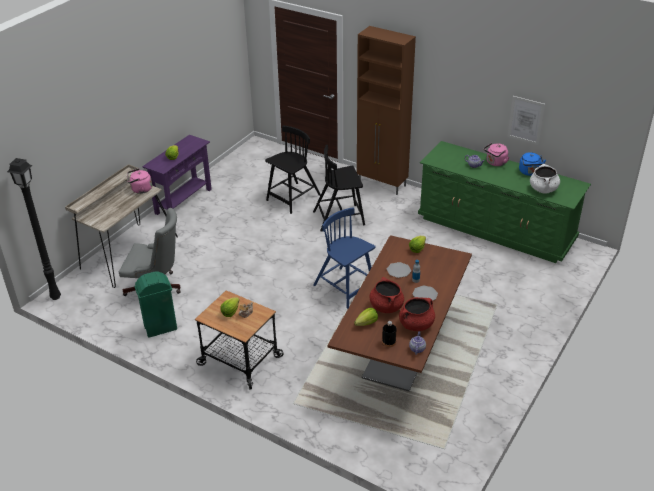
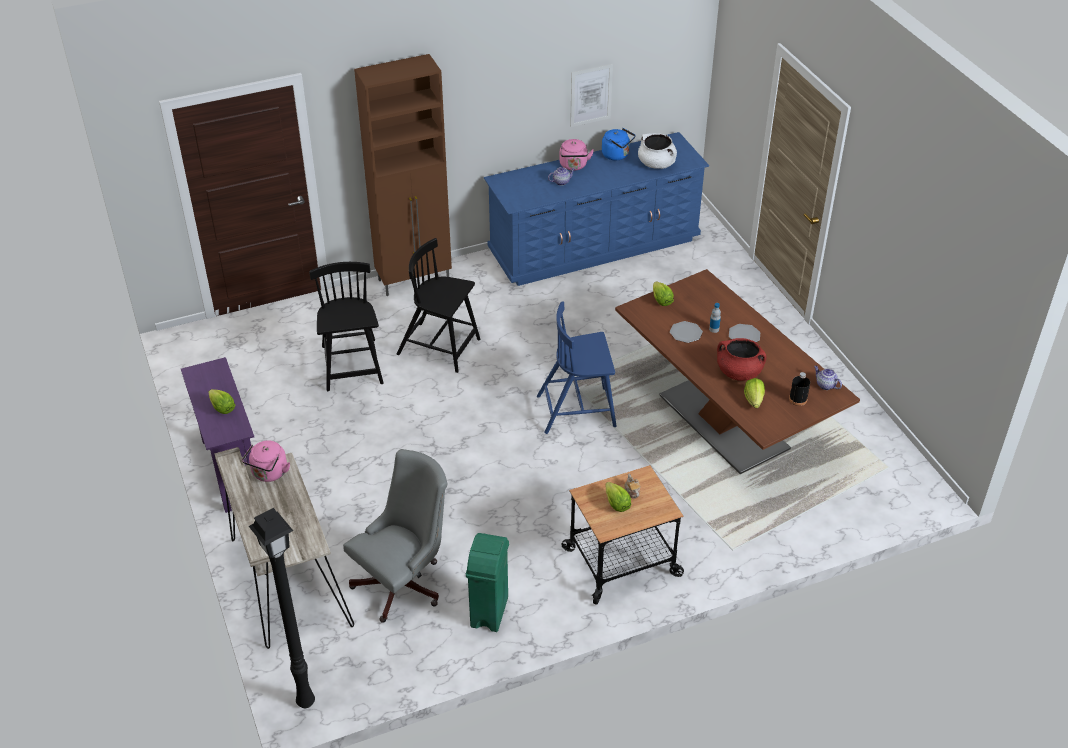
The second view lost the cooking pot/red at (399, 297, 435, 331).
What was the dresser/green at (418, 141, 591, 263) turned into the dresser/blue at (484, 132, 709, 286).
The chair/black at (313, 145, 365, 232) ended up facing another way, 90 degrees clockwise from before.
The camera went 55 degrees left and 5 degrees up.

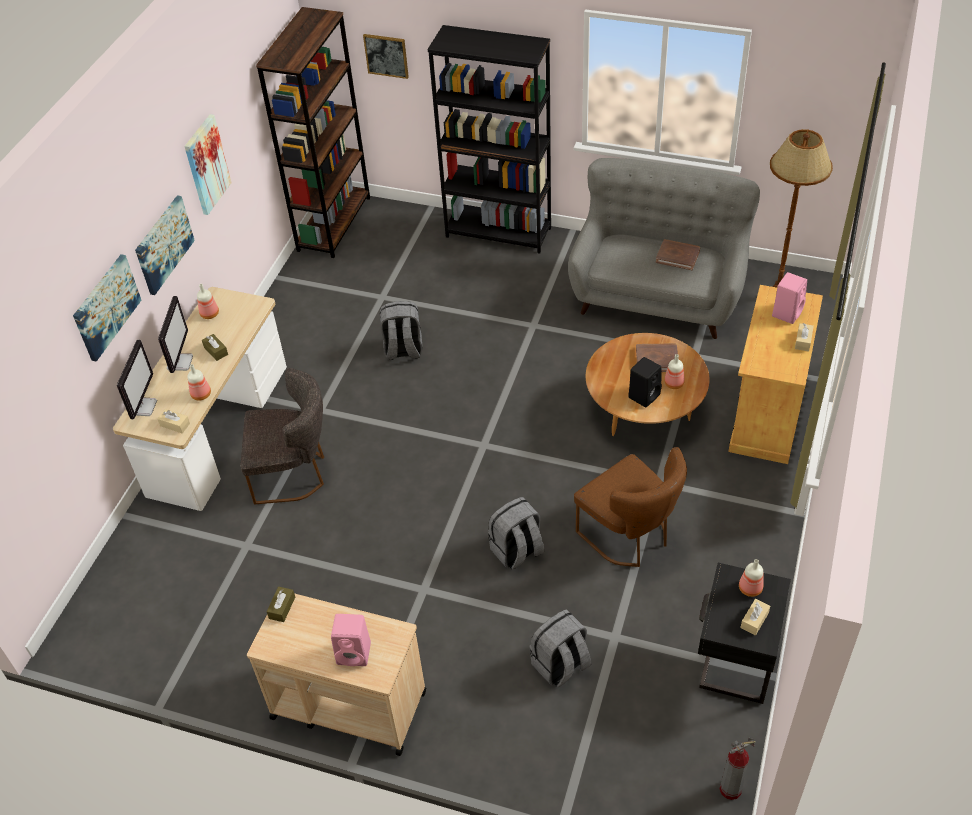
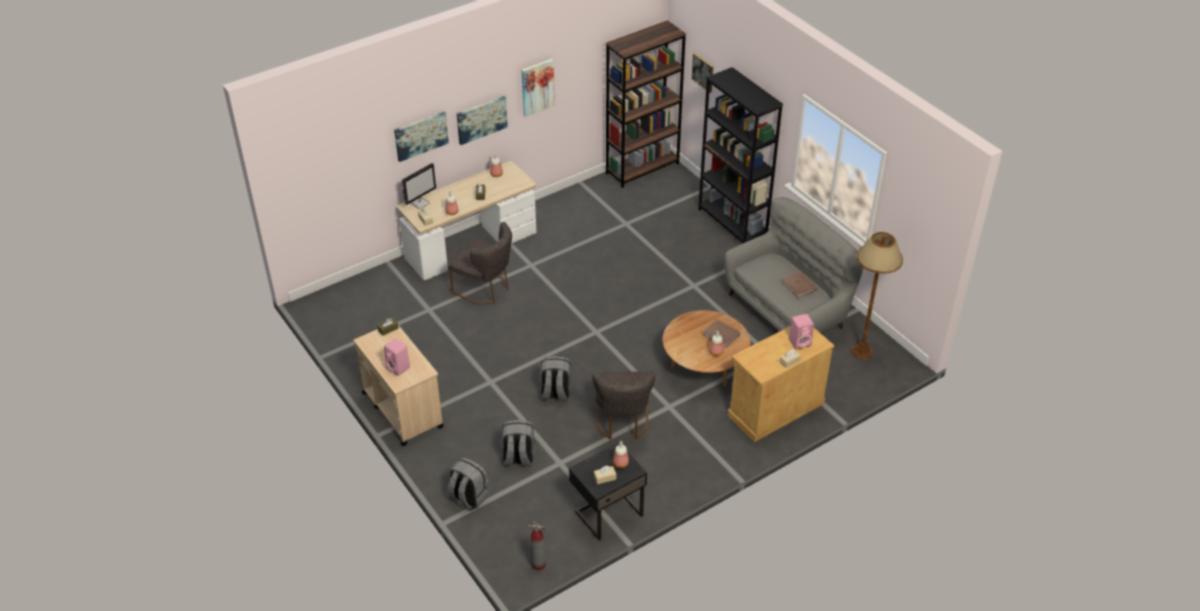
The second view lost the monitor at (158, 296, 193, 373).
The second view lost the speaker/black at (628, 357, 662, 407).
The backpack/grey ended up elsewhere, having gone from (380, 301, 422, 360) to (448, 457, 489, 511).
What was the chair/brown at (574, 447, 687, 567) turned into the chair/grey at (592, 372, 656, 440).
The camera went 35 degrees right and 5 degrees down.

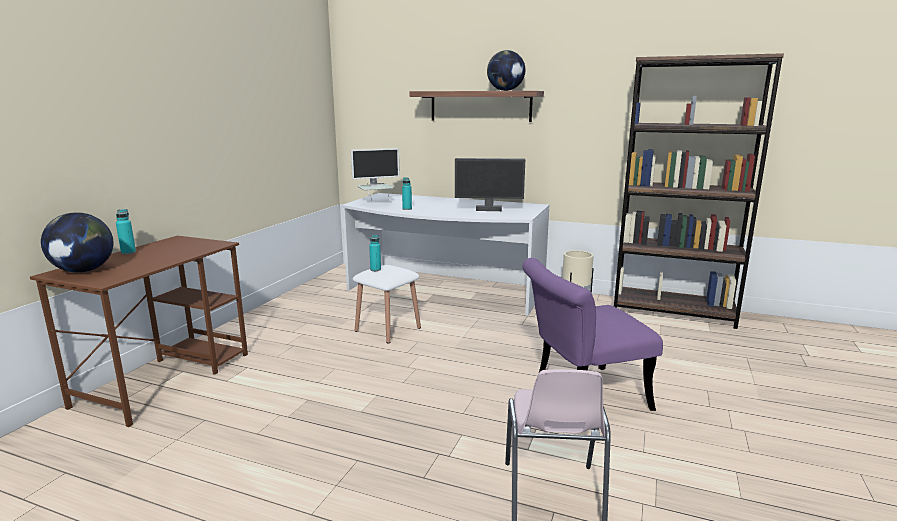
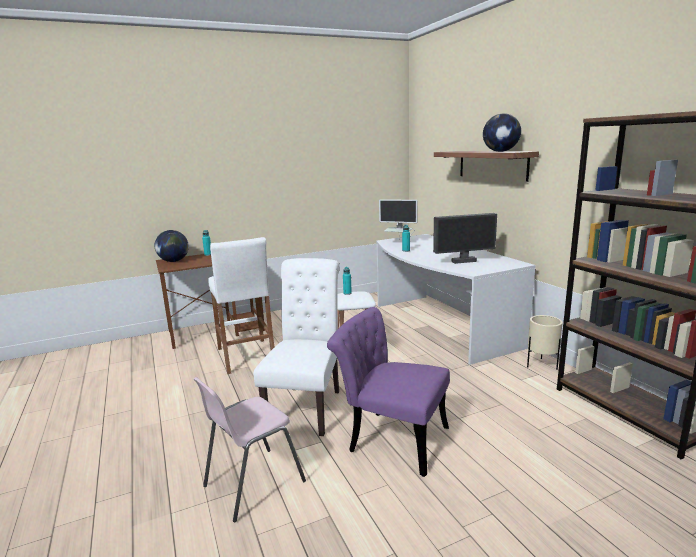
The second view gained the stool/white at (208, 237, 274, 374).
The second view gained the chair/white at (254, 258, 340, 436).
The monitor at (455, 158, 525, 211) ended up facing another way, 60 degrees counterclockwise from before.
The camera went 45 degrees right and 0 degrees up.

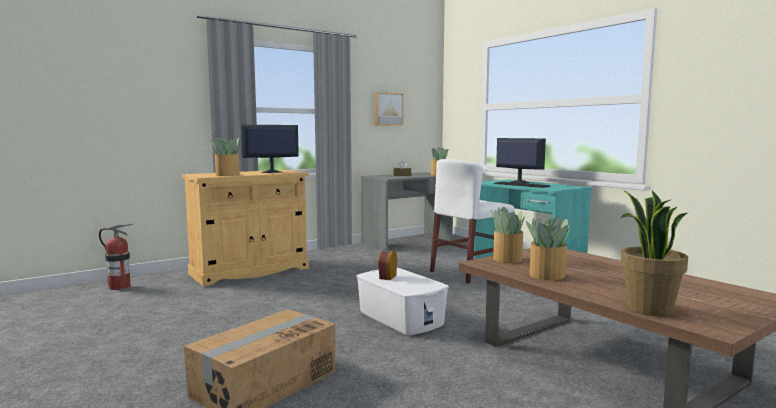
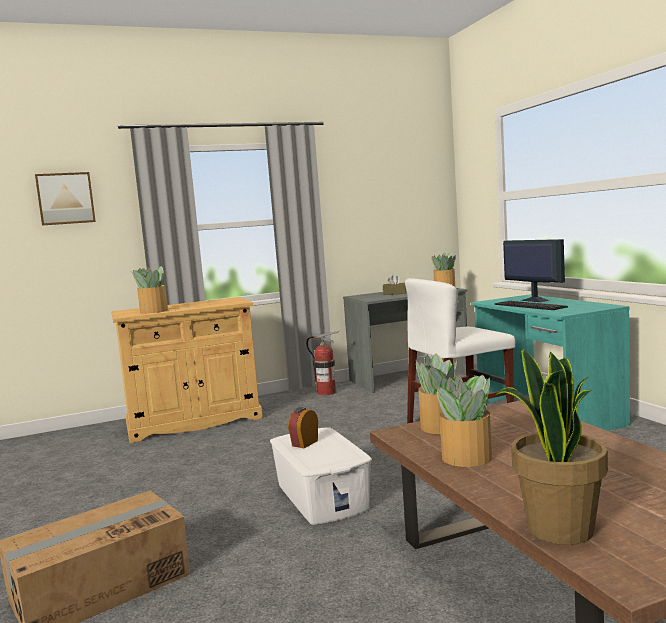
The second view lost the monitor at (241, 125, 299, 173).
The fire extinguisher ended up elsewhere, having gone from (99, 224, 133, 290) to (306, 331, 339, 396).
The picture ended up elsewhere, having gone from (375, 92, 404, 126) to (35, 172, 96, 225).
The camera went 15 degrees right and 0 degrees up.

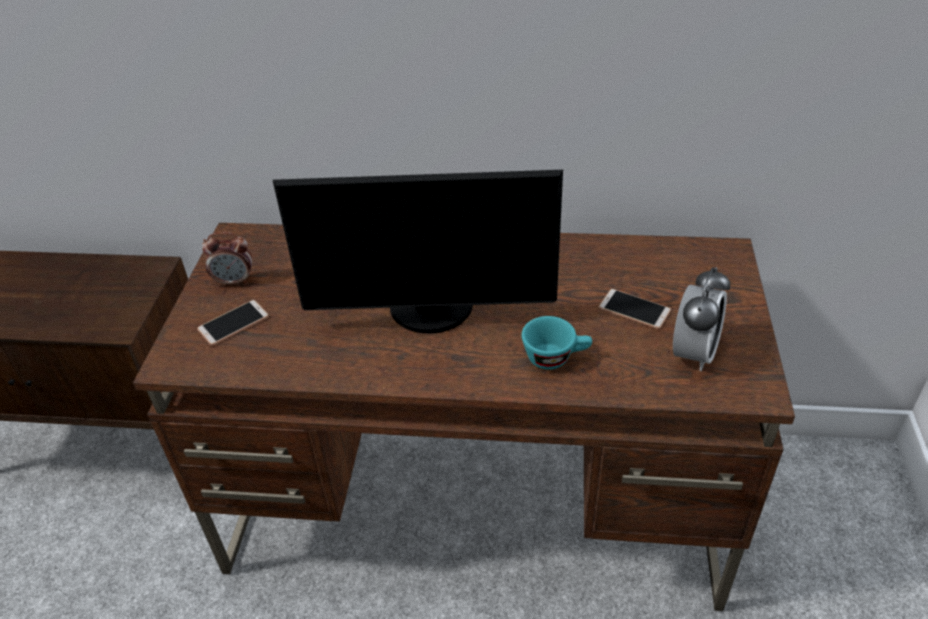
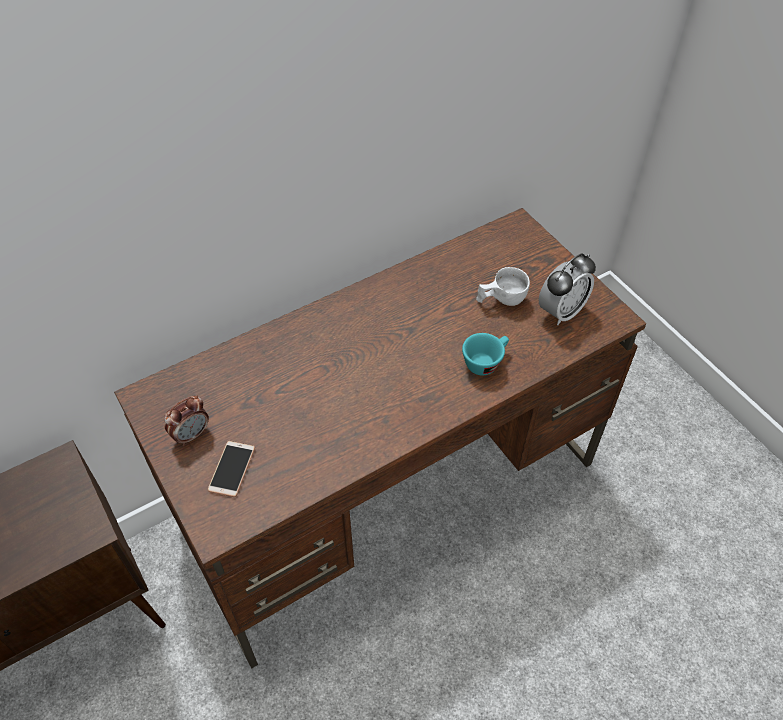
The second view lost the monitor at (273, 170, 563, 333).
Where the phone stood at (598, 289, 671, 329), the cup/white came to stand at (476, 267, 530, 306).
The alarm clock at (673, 267, 731, 371) ended up facing another way, 60 degrees clockwise from before.
The camera went 40 degrees left and 10 degrees up.

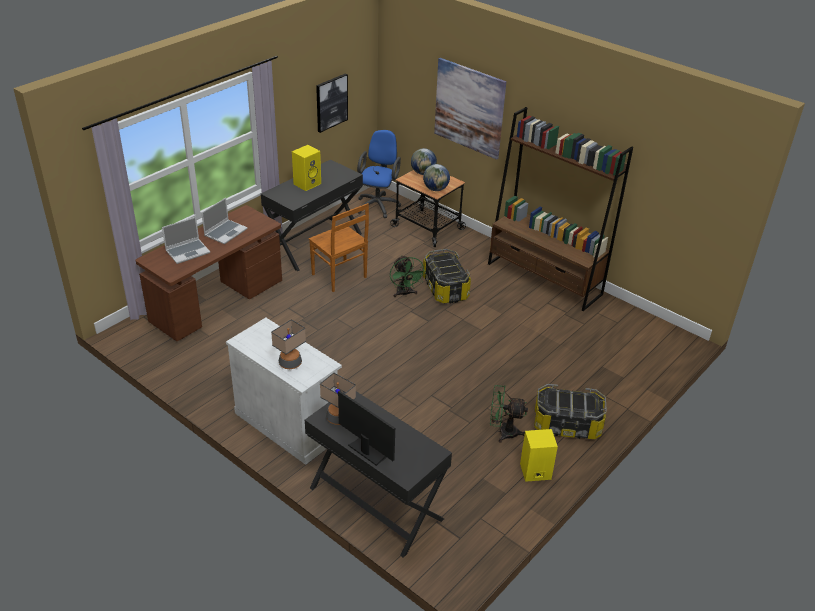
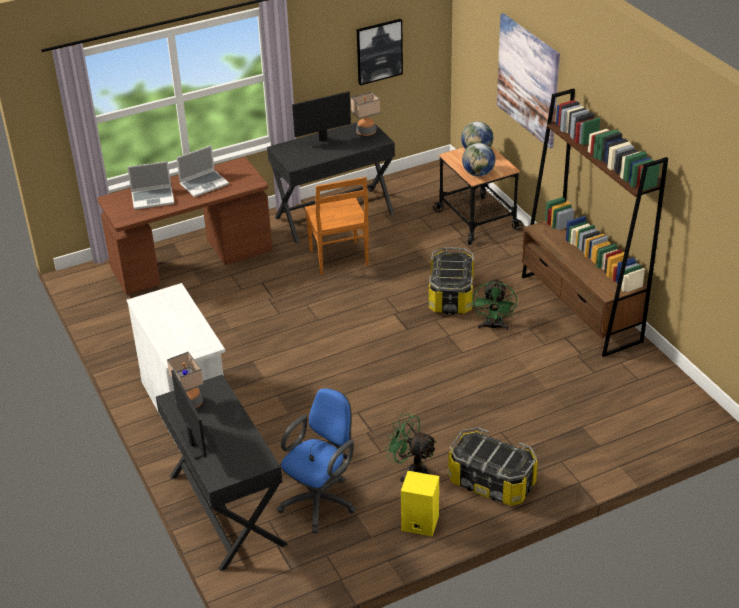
The table lamp ended up elsewhere, having gone from (271, 319, 306, 369) to (351, 92, 380, 136).
The office chair/blue ended up elsewhere, having gone from (357, 130, 401, 218) to (277, 388, 356, 533).
The fan/green ended up elsewhere, having gone from (390, 255, 426, 297) to (472, 278, 517, 331).
Where the speaker/yellow stood at (292, 145, 321, 191), the monitor came to stand at (292, 91, 351, 152).
The camera went 25 degrees right and 0 degrees up.

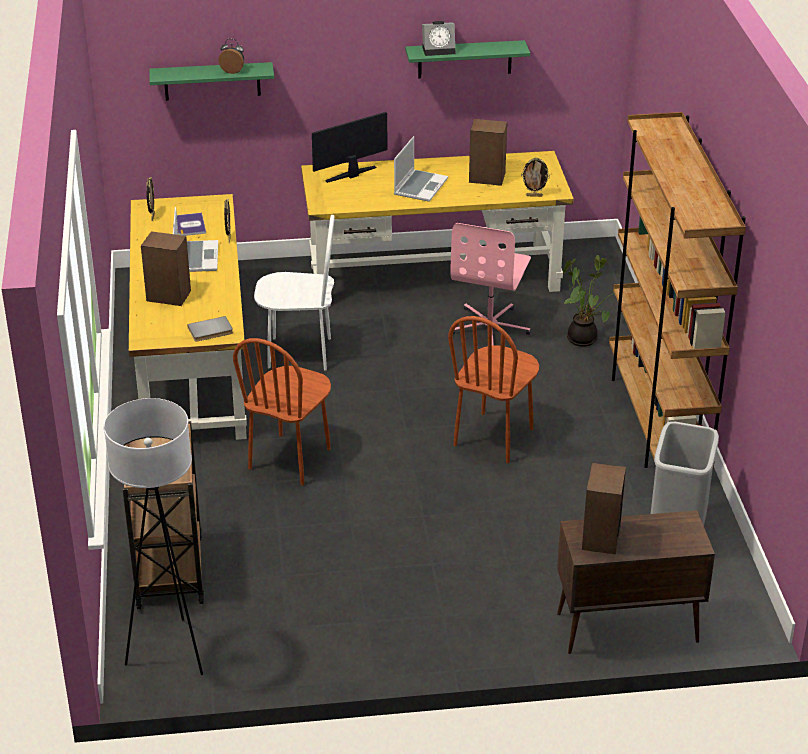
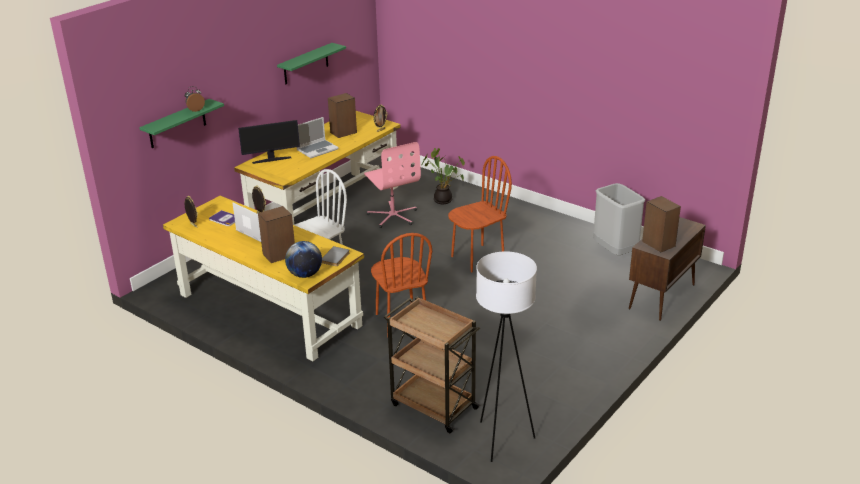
The second view lost the alarm clock at (422, 21, 455, 56).
The second view lost the bookcase/brown at (609, 112, 746, 468).
The second view gained the globe at (285, 241, 322, 278).
The monitor at (312, 112, 388, 183) ended up facing another way, 120 degrees counterclockwise from before.
The laptop at (394, 136, 448, 202) ended up facing another way, 75 degrees clockwise from before.
The chair/brown at (448, 316, 539, 463) ended up facing another way, 105 degrees counterclockwise from before.
The camera went 45 degrees left and 5 degrees down.

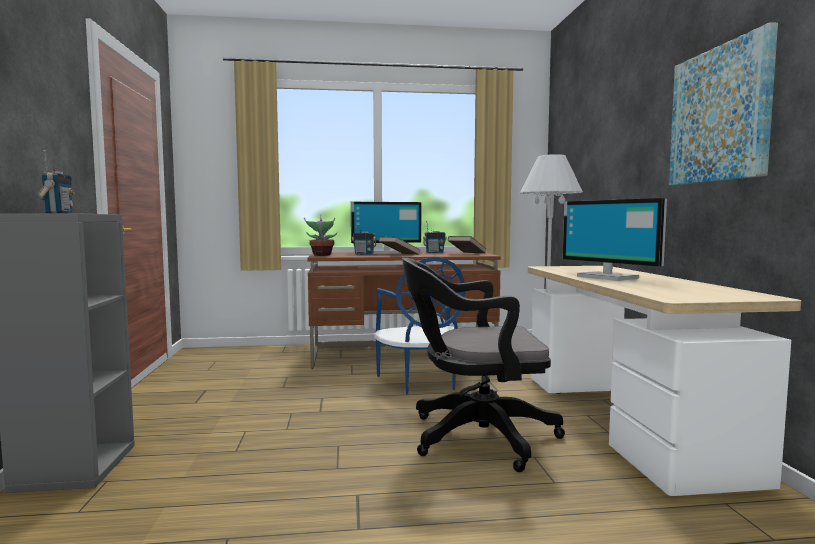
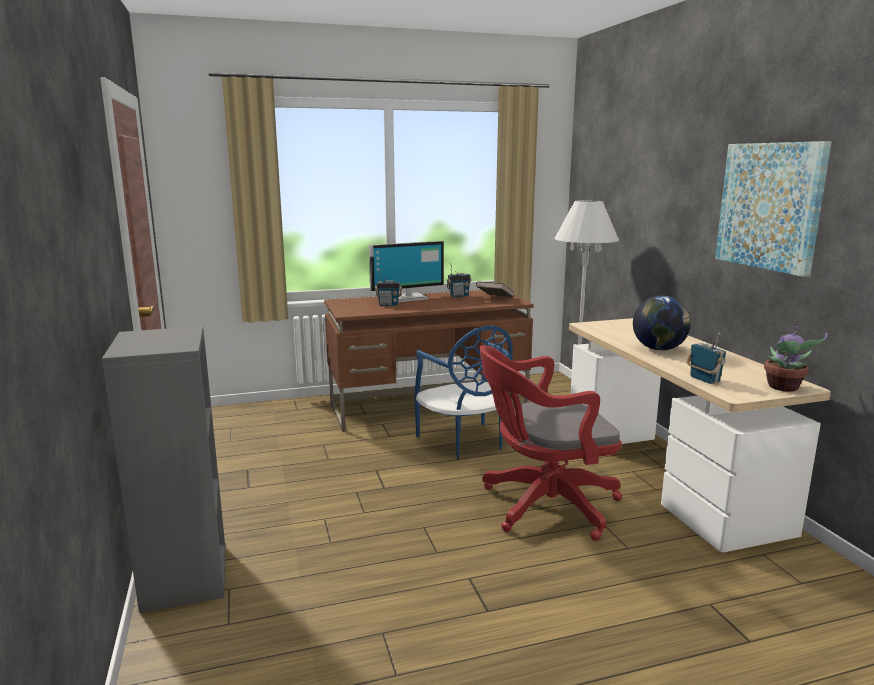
The second view lost the book/brown at (378, 237, 420, 255).
The radio ended up elsewhere, having gone from (37, 150, 75, 213) to (686, 333, 726, 384).
The potted plant ended up elsewhere, having gone from (304, 214, 338, 256) to (764, 326, 828, 392).
Where the monitor stood at (563, 198, 667, 281), the globe came to stand at (633, 296, 691, 351).
What was the office chair/black at (402, 258, 565, 472) turned into the office chair/red at (480, 345, 622, 541).
The camera went 10 degrees left and 10 degrees up.

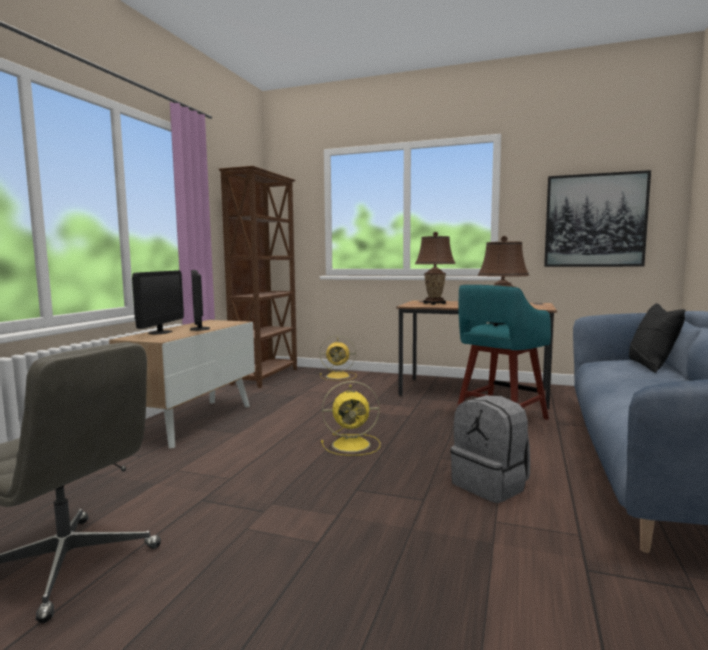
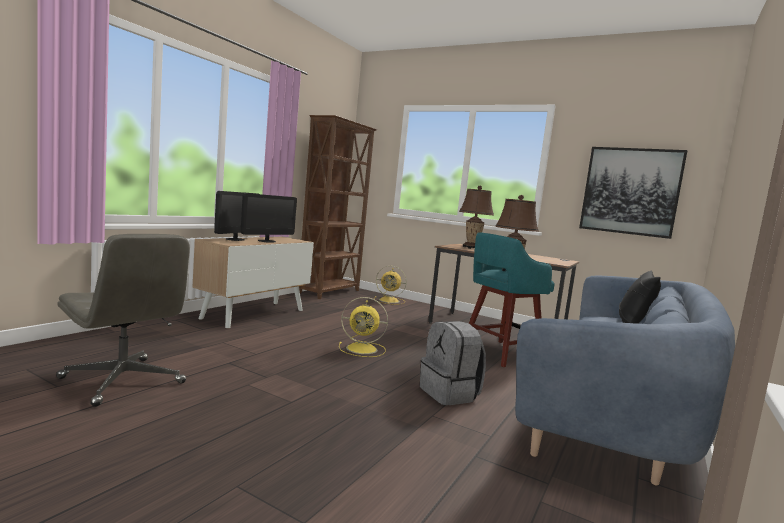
The monitor at (190, 270, 210, 331) ended up facing another way, 135 degrees counterclockwise from before.
The camera went 10 degrees right and 0 degrees up.

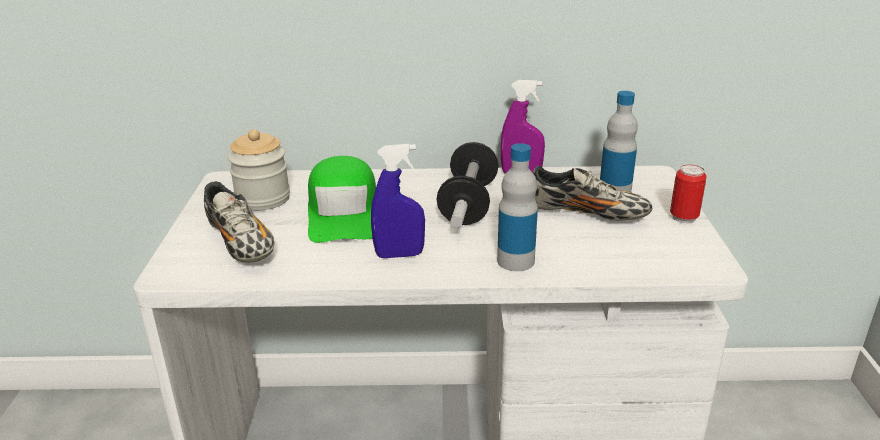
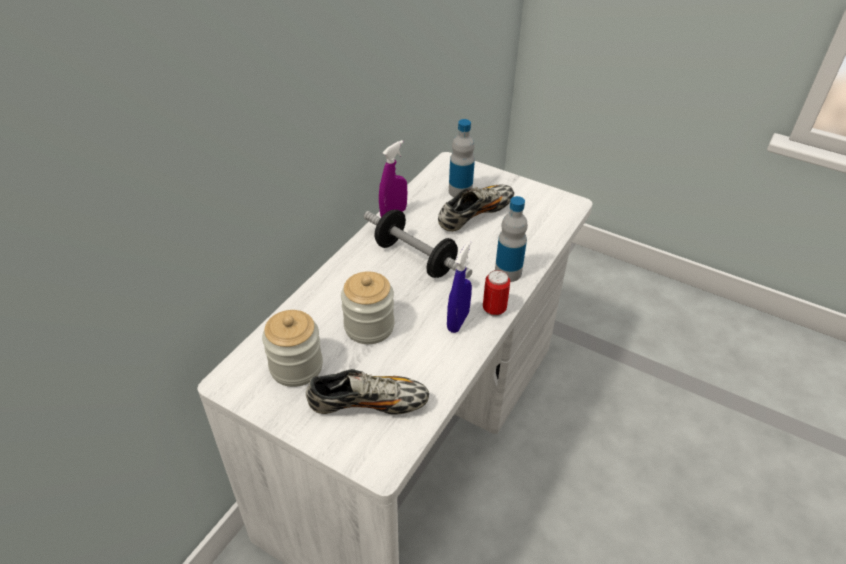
The can ended up elsewhere, having gone from (670, 165, 707, 224) to (483, 270, 510, 317).
Where the cap/green stood at (308, 156, 376, 243), the jar came to stand at (341, 271, 394, 344).
The camera went 60 degrees left and 15 degrees up.

